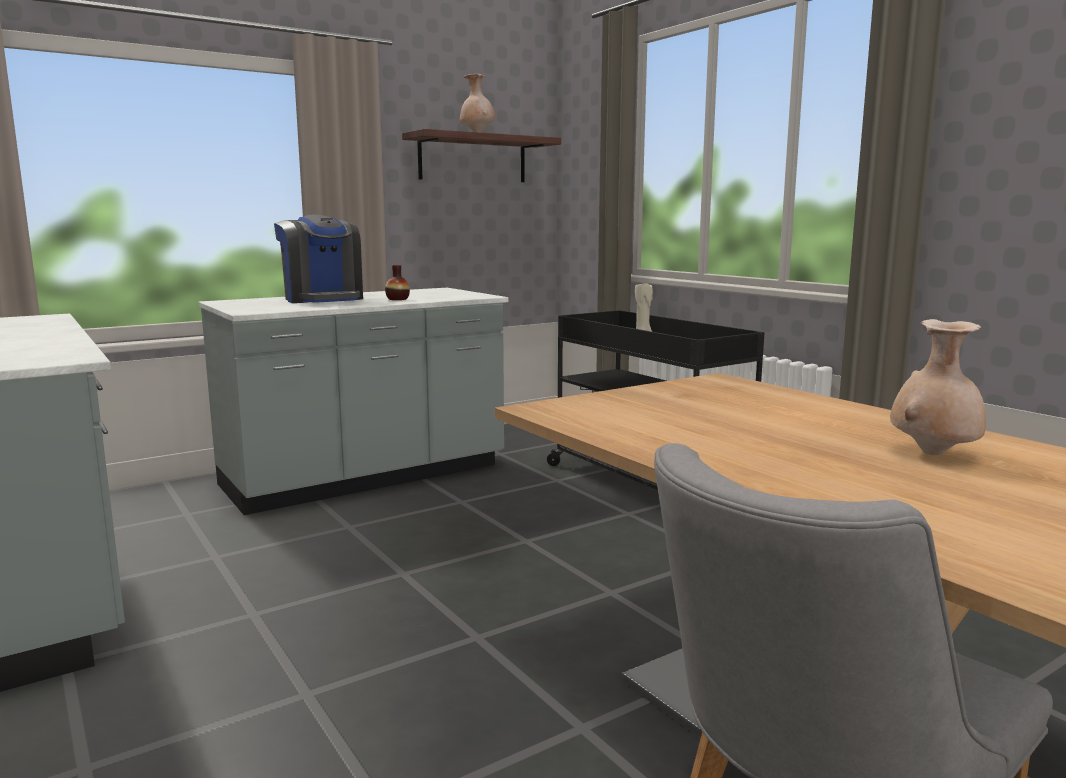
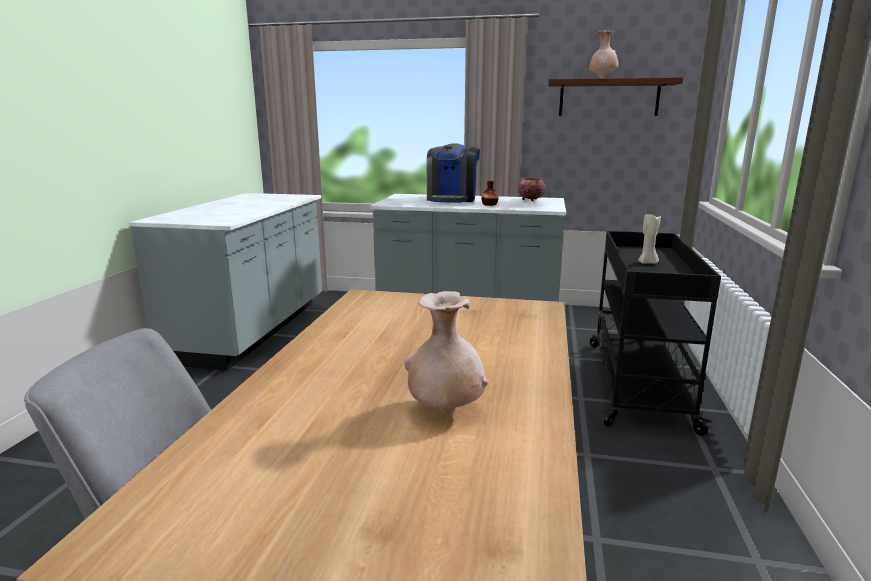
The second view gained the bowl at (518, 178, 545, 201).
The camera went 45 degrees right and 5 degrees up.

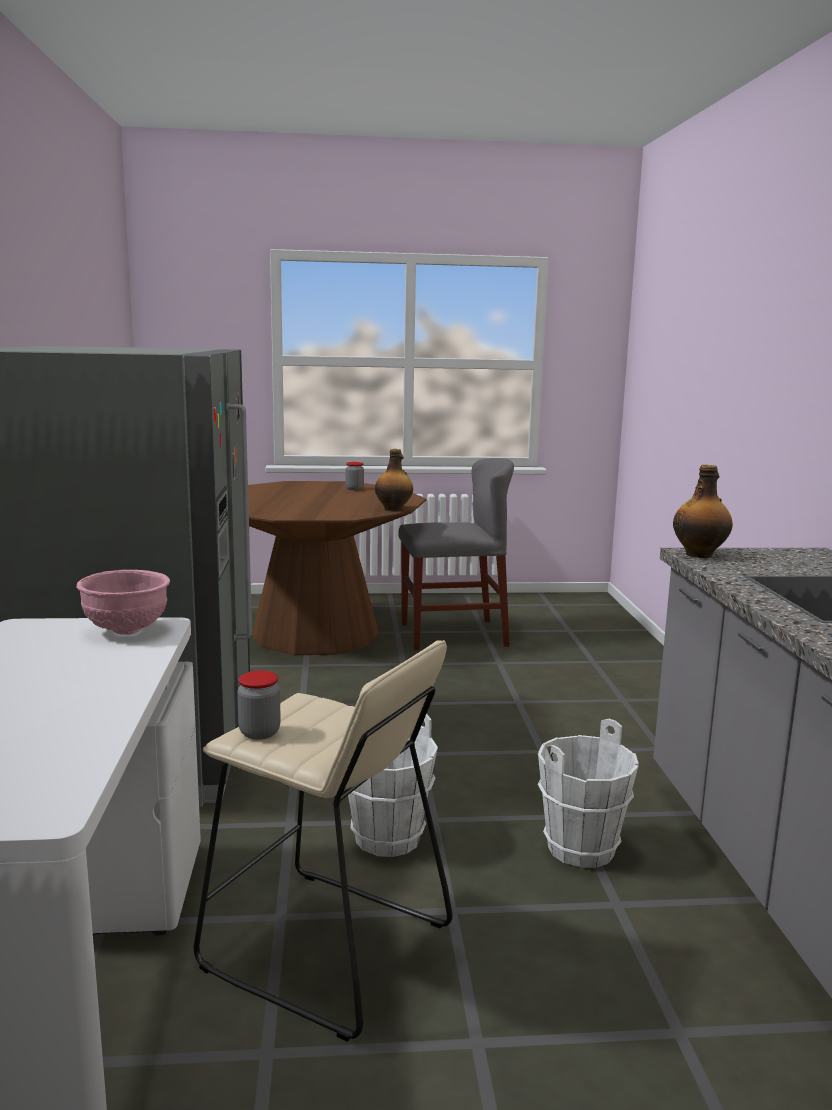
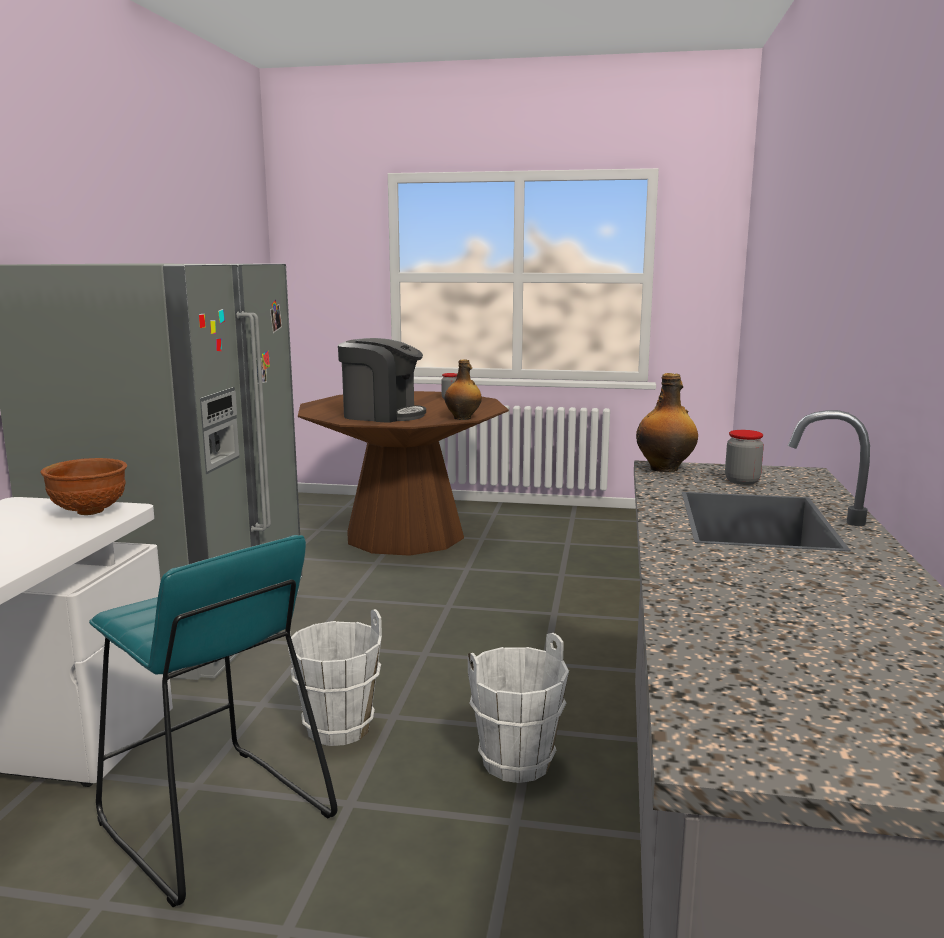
The second view lost the chair/grey at (398, 458, 514, 650).
The second view gained the coffee machine at (338, 338, 426, 423).
The jar ended up elsewhere, having gone from (237, 671, 281, 740) to (725, 430, 764, 485).
What was the bowl/pink at (76, 570, 170, 635) turned into the bowl/brown at (41, 458, 127, 515).
What was the stool/beige at (194, 640, 452, 1042) turned into the stool/turquoise at (89, 535, 337, 907).
The camera went 15 degrees right and 0 degrees up.

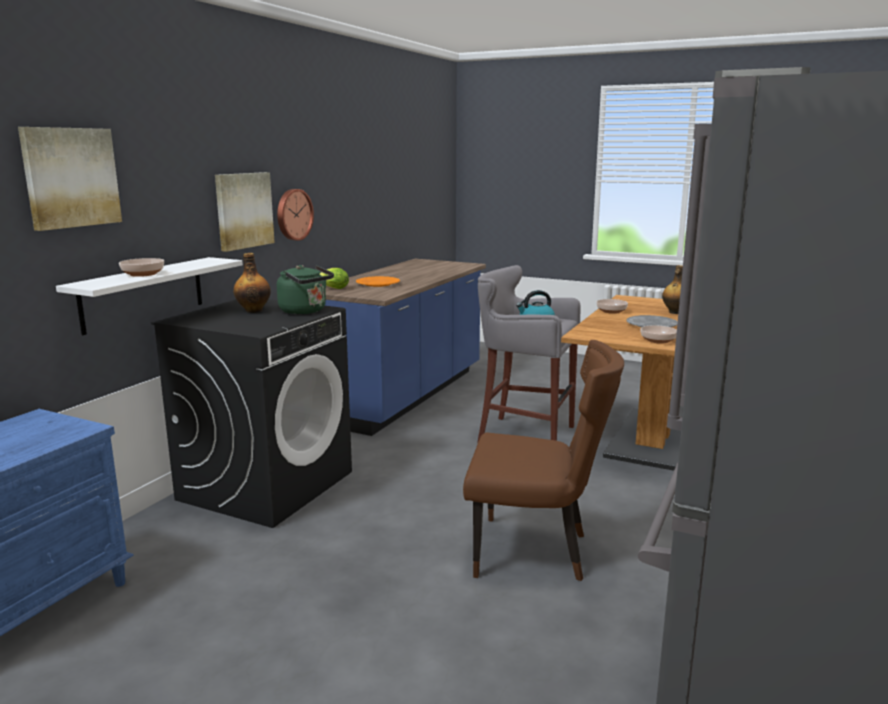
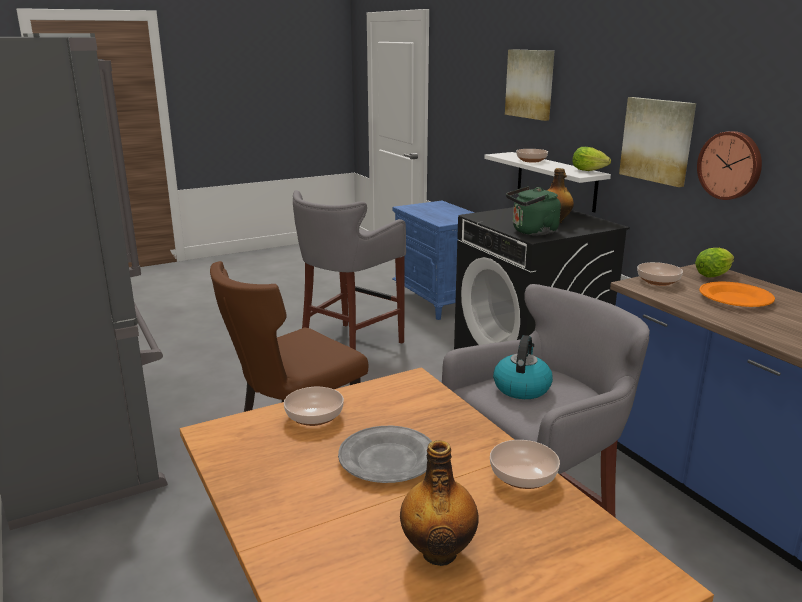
The second view gained the stool/grey at (293, 190, 406, 350).
The second view gained the lettuce at (572, 147, 611, 171).
The second view gained the bowl at (637, 262, 683, 286).
The camera went 125 degrees right and 5 degrees up.

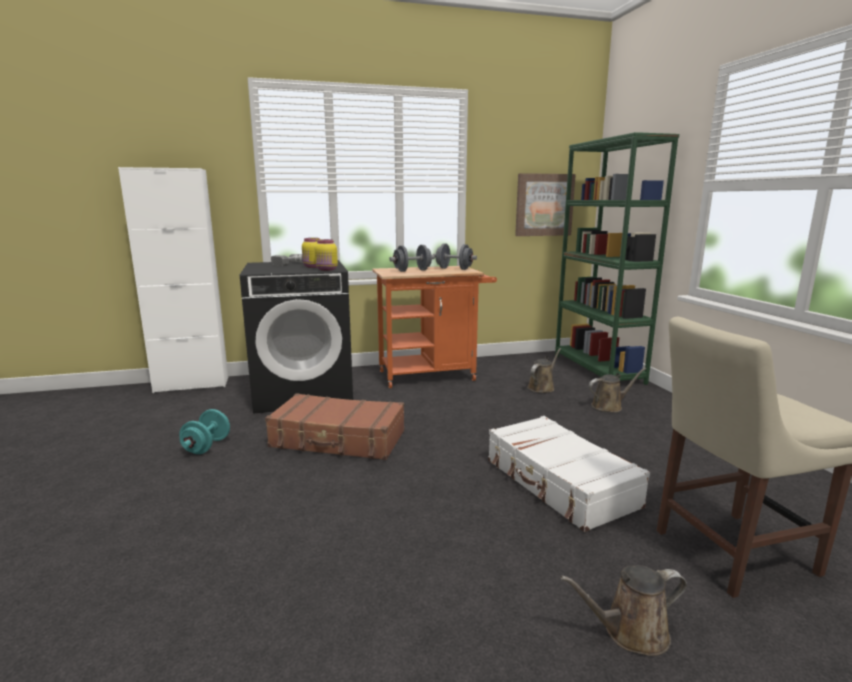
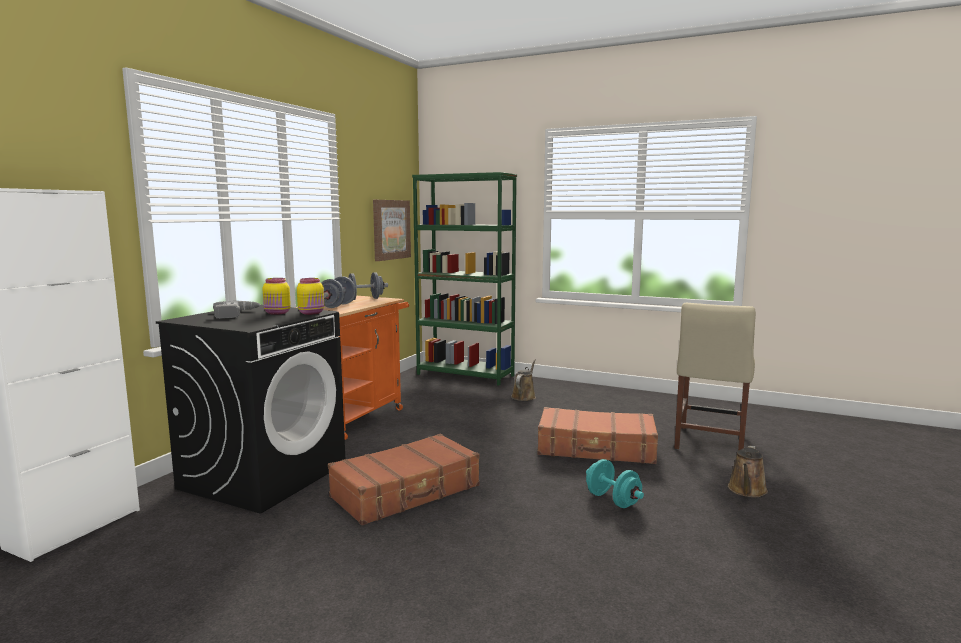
The second view lost the watering can/brown at (527, 348, 561, 393).
The dumbbell/turquoise ended up elsewhere, having gone from (179, 409, 230, 454) to (586, 459, 644, 508).
What was the suitcase/white at (488, 416, 650, 532) turned into the suitcase/brown at (537, 407, 658, 464).
The camera went 50 degrees left and 5 degrees down.

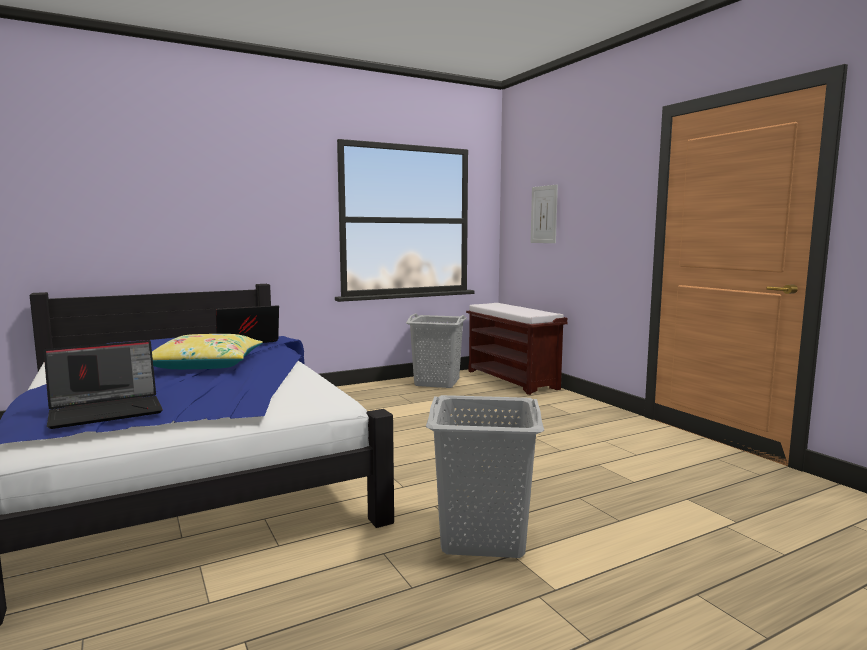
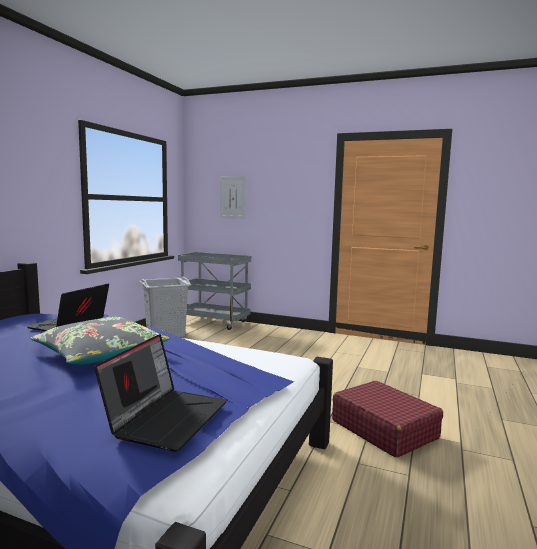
Where the laundry basket/grey stood at (426, 395, 544, 558), the suitcase/red came to stand at (332, 381, 443, 458).
Where the bench/brown stood at (466, 303, 568, 395), the cart/grey came to stand at (178, 252, 251, 330).
What was the pillow/yellow at (152, 334, 263, 369) turned into the pillow/grey at (30, 317, 170, 365).
The camera went 40 degrees left and 0 degrees up.

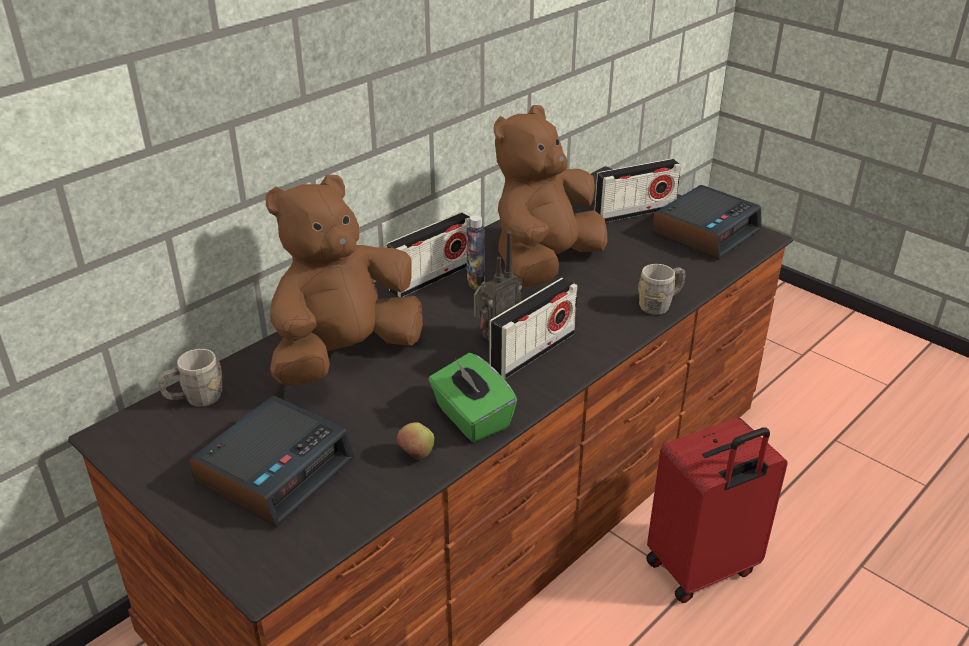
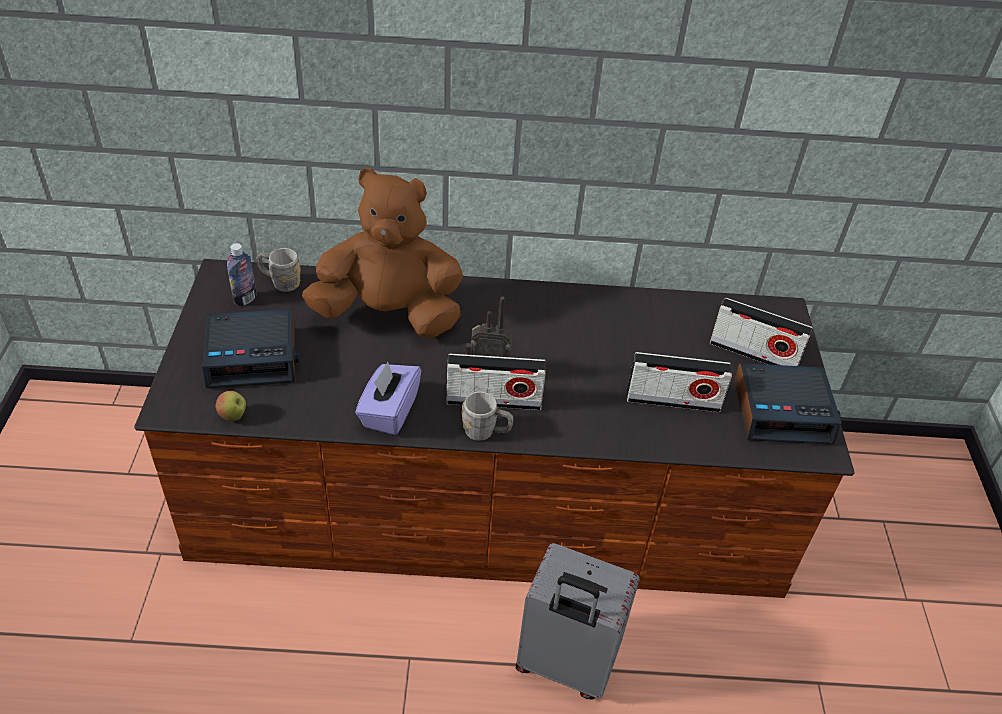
The second view lost the plush toy/brown at (494, 105, 607, 288).
The radio ended up elsewhere, having gone from (386, 212, 470, 297) to (627, 352, 732, 412).
The apple ended up elsewhere, having gone from (397, 422, 434, 460) to (215, 391, 246, 421).
The bottle ended up elsewhere, having gone from (466, 215, 485, 290) to (227, 243, 256, 306).
The mug/grey ended up elsewhere, having gone from (638, 264, 686, 315) to (462, 392, 514, 441).
What was the tissue box/green at (428, 353, 517, 442) turned into the tissue box/purple at (355, 361, 422, 435).
What was the suitcase/red at (646, 417, 788, 603) turned into the suitcase/grey at (515, 543, 640, 700).
The camera went 45 degrees right and 10 degrees up.

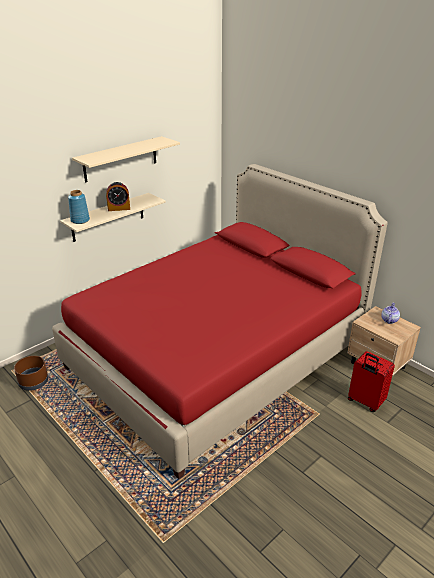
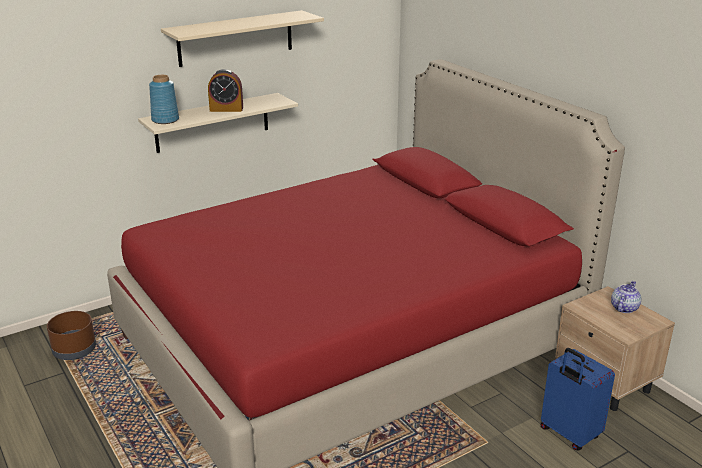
What was the suitcase/red at (348, 351, 395, 412) turned into the suitcase/blue at (541, 348, 615, 450).
The camera went 10 degrees right and 5 degrees down.

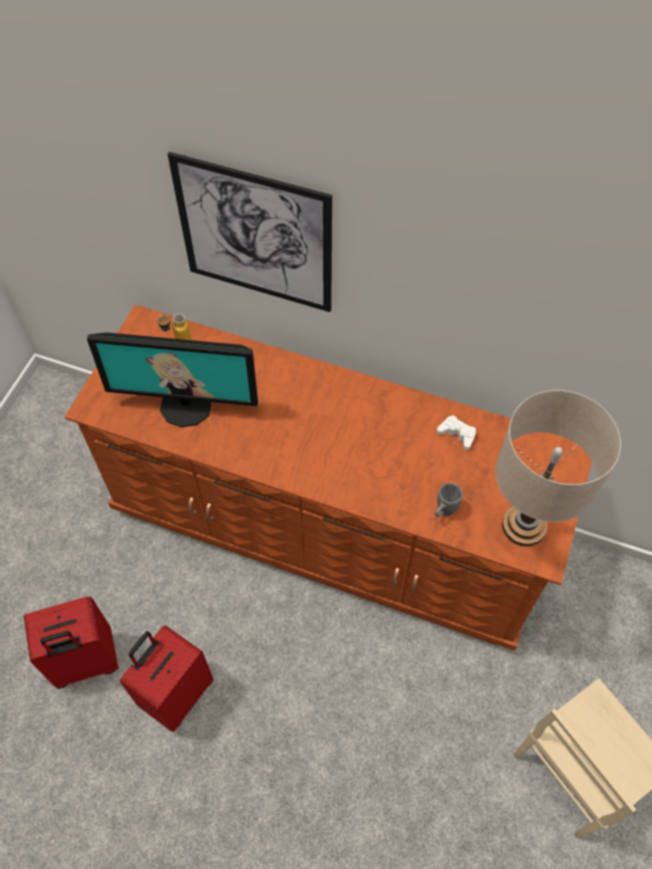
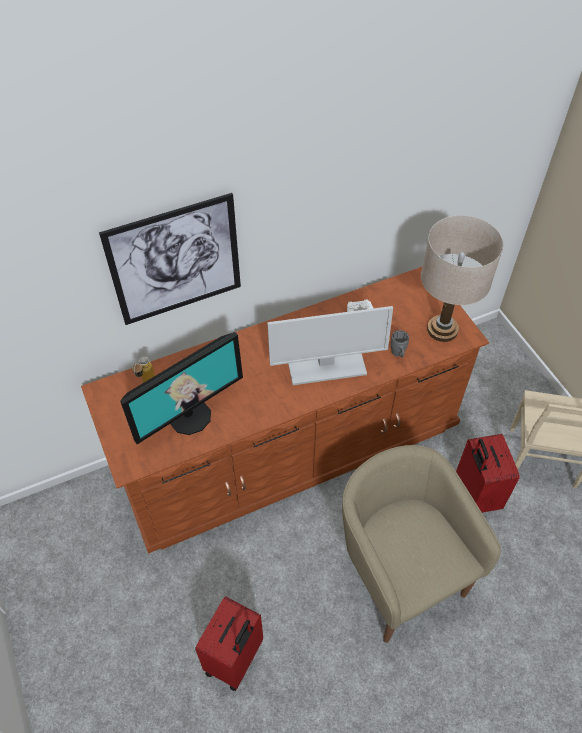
The second view gained the monitor at (267, 306, 393, 385).
The second view gained the armchair/beige at (342, 445, 501, 643).
The suitcase/red ended up elsewhere, having gone from (120, 625, 213, 732) to (456, 434, 520, 513).
The camera went 45 degrees left and 5 degrees down.

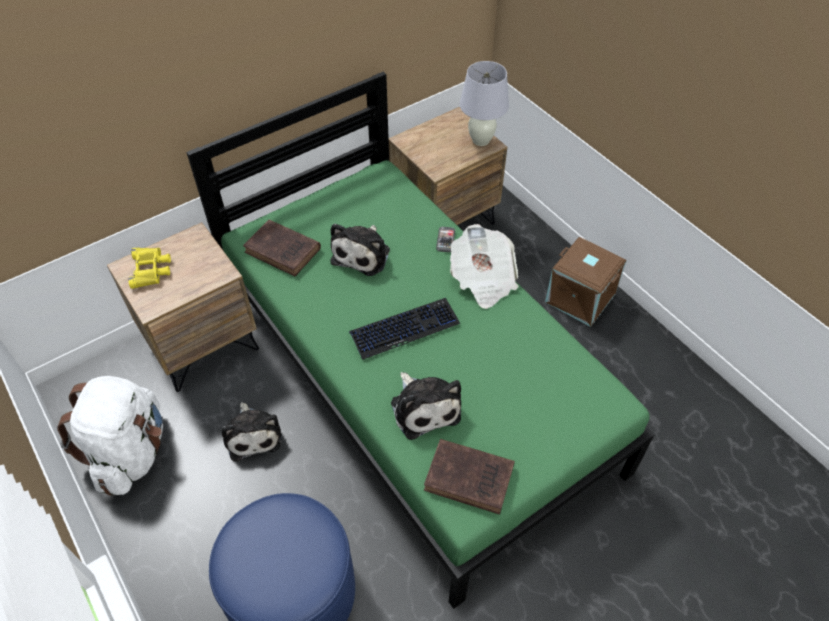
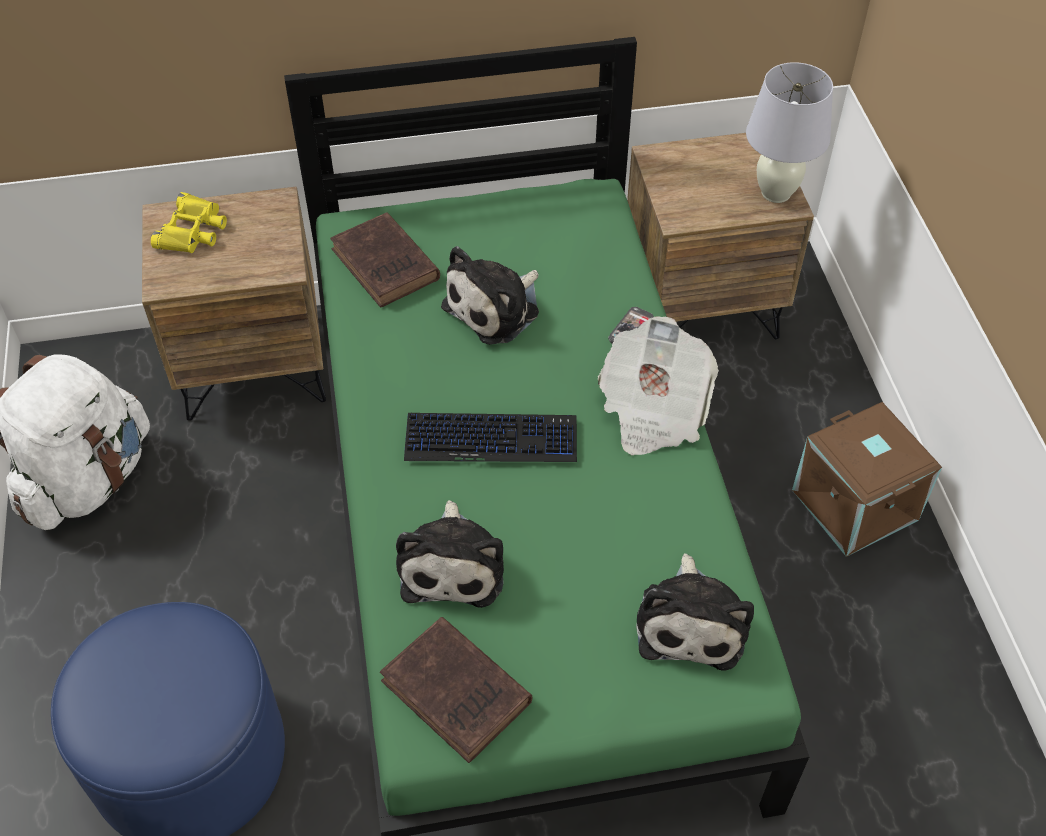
The plush toy ended up elsewhere, having gone from (221, 402, 282, 461) to (636, 554, 754, 671).
The camera went 25 degrees right and 0 degrees up.

